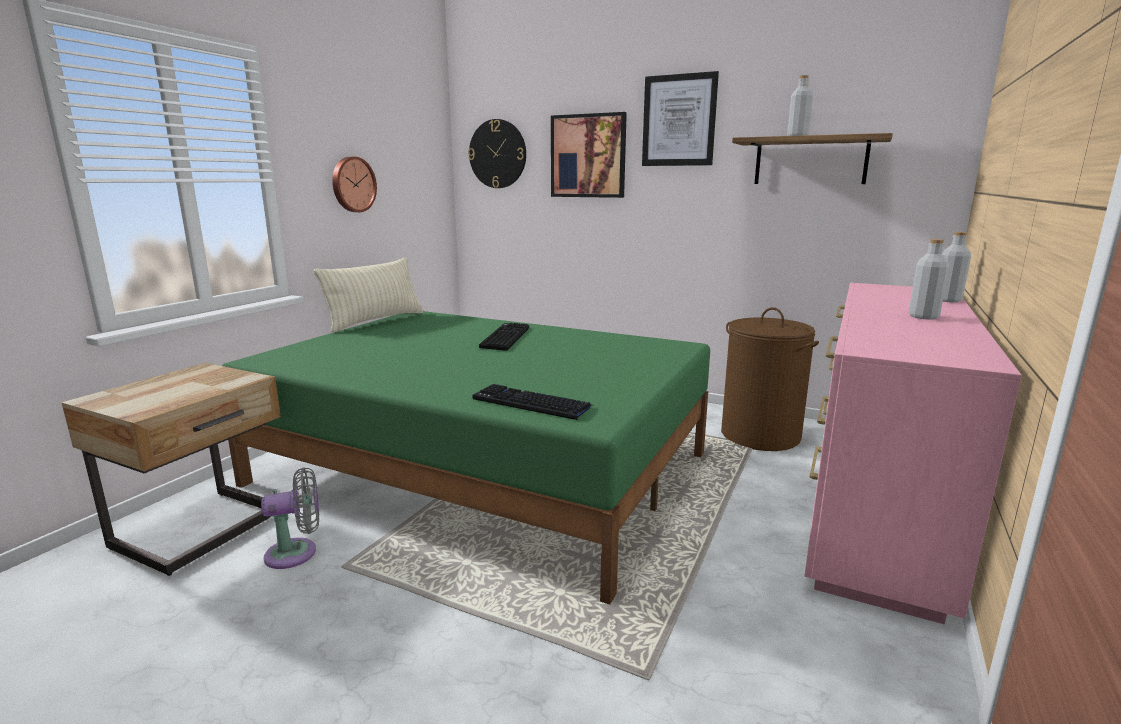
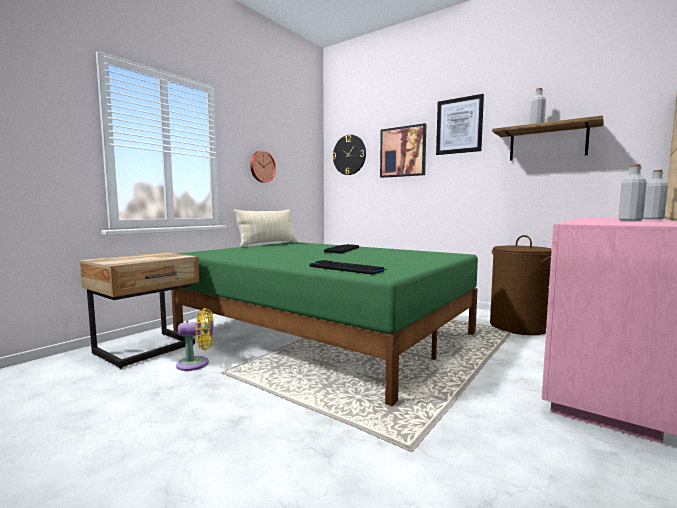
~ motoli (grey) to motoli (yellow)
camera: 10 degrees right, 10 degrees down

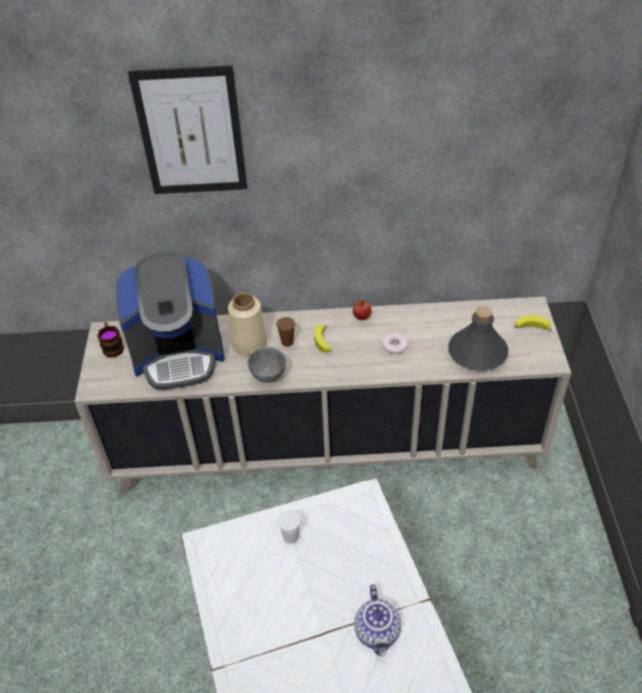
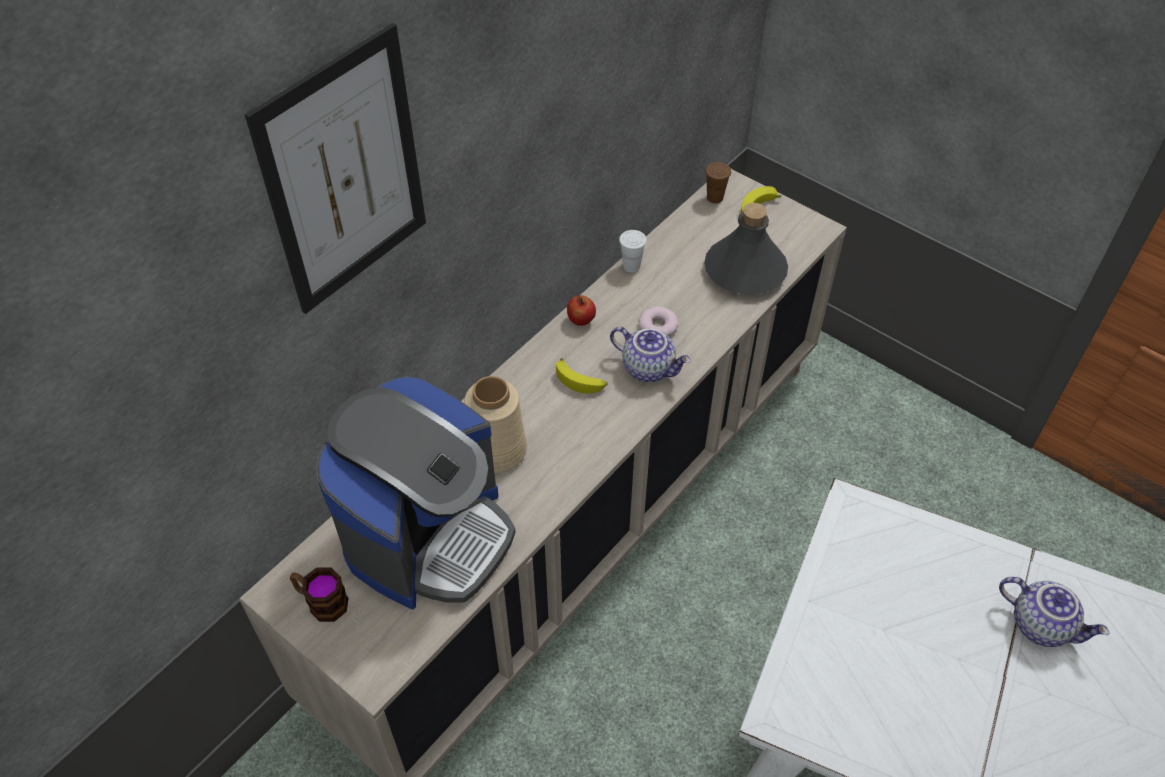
~ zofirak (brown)
- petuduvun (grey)
~ zofirak (white)
+ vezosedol (1st from left)
camera: 50 degrees left, 5 degrees up

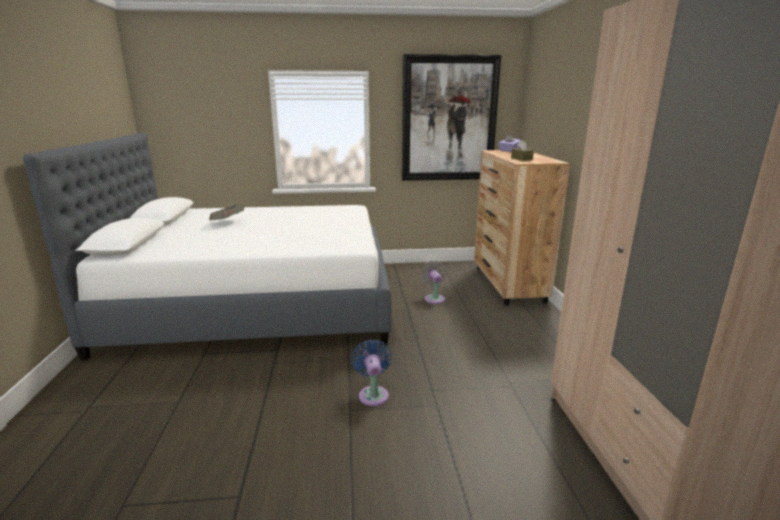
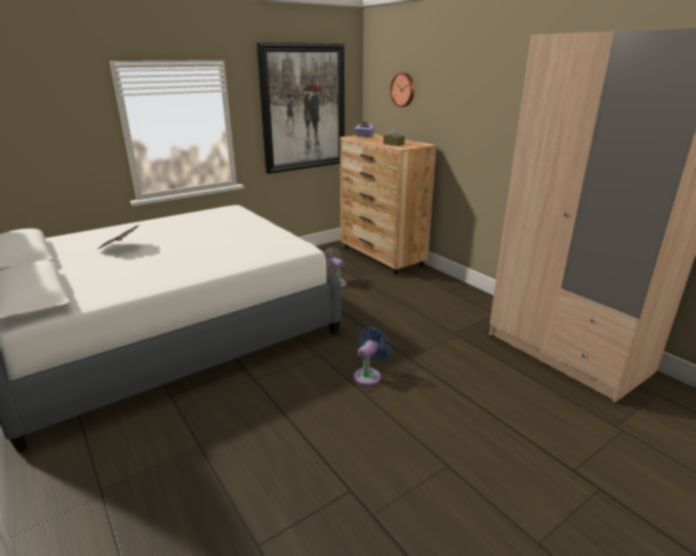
~ motoli (blue) 75 degrees clockwise
+ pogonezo
camera: 30 degrees left, 5 degrees up

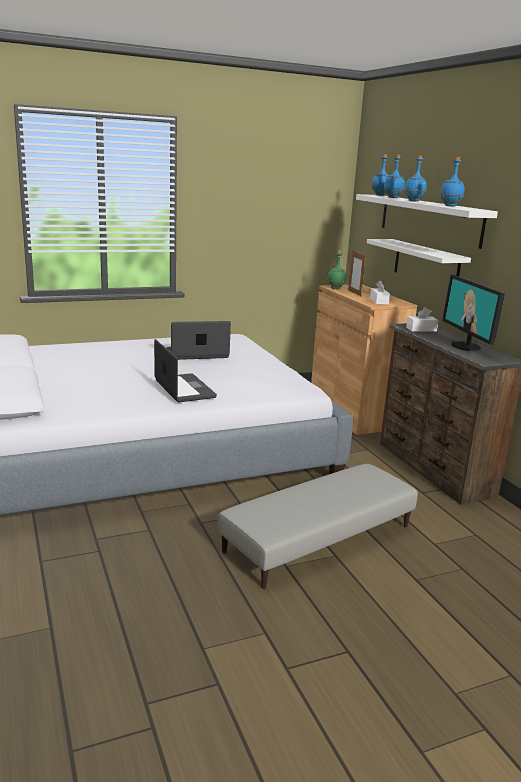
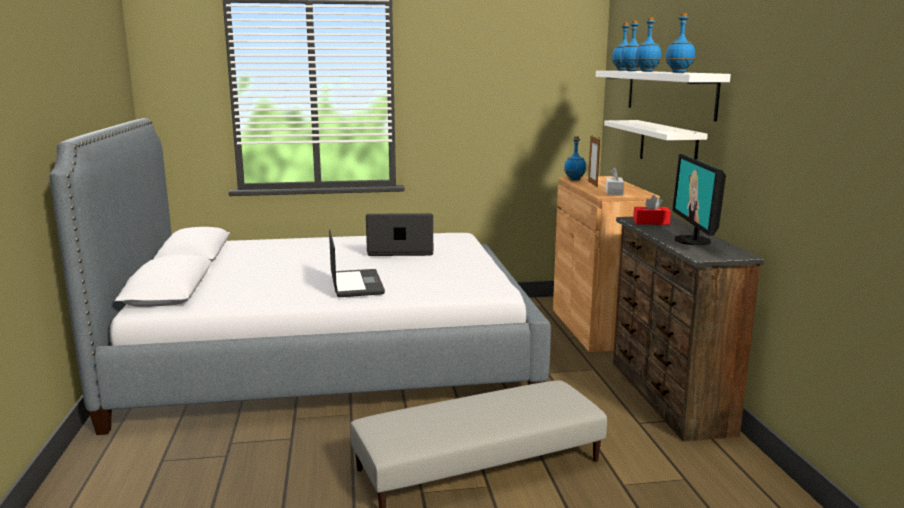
~ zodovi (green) to zodovi (blue) (1st from left)
~ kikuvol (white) (2nd from left) to kikuvol (red)
camera: 15 degrees right, 5 degrees down

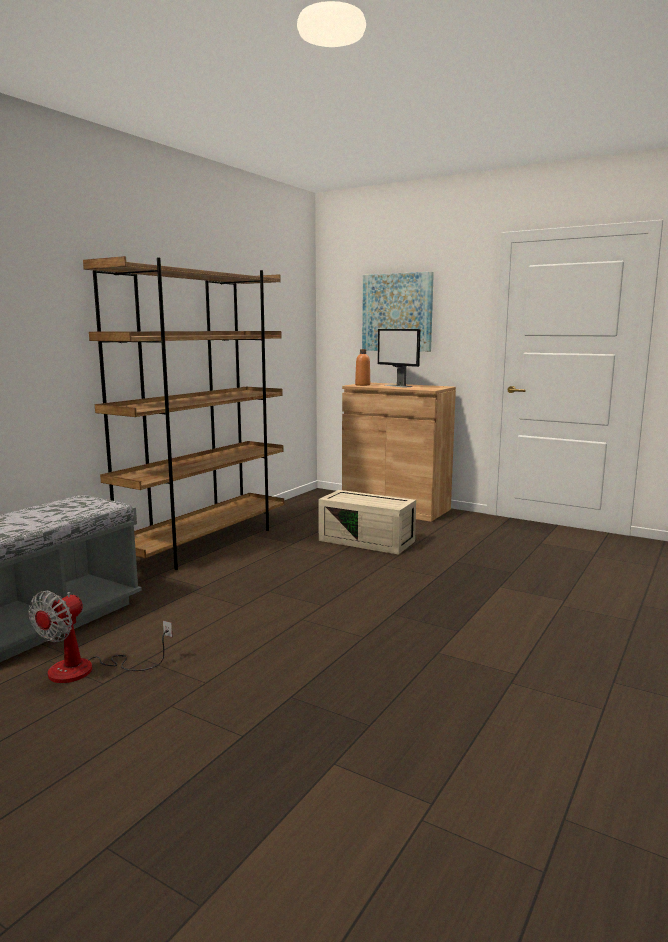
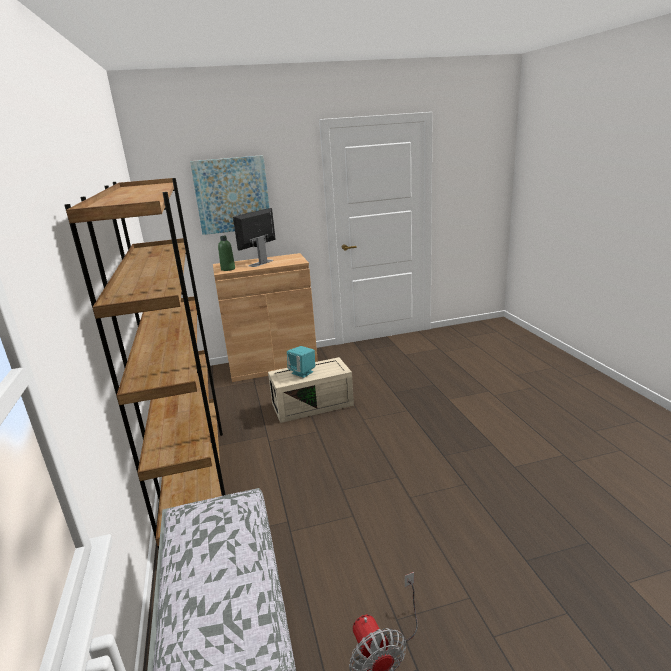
~ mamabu 120 degrees clockwise
~ zodovi (orange) to zodovi (green)
+ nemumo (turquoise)
camera: 45 degrees left, 10 degrees up

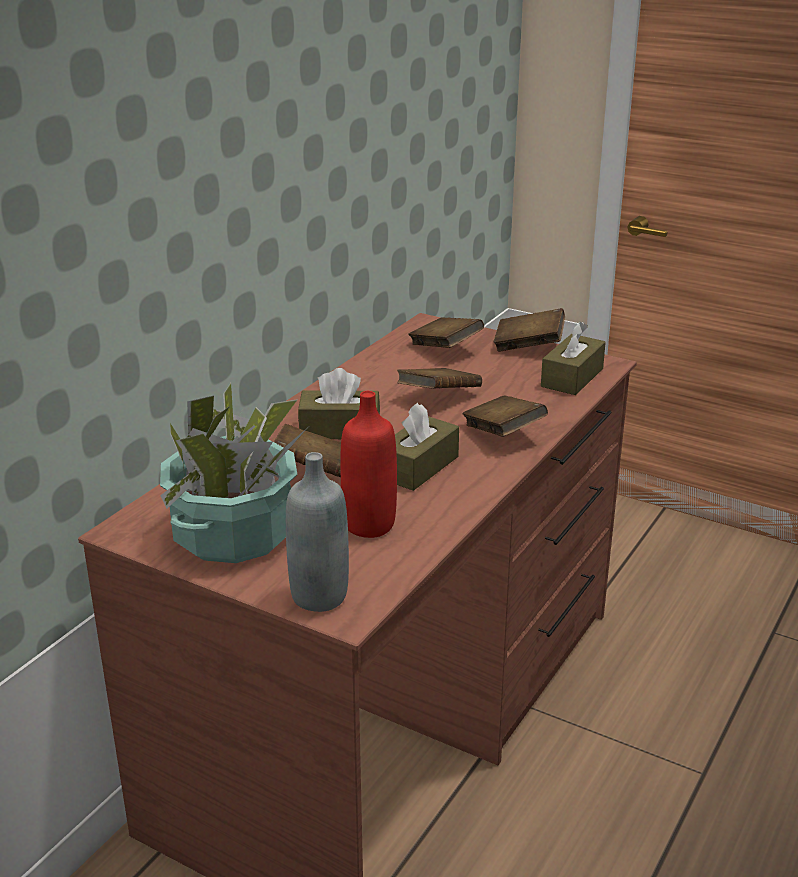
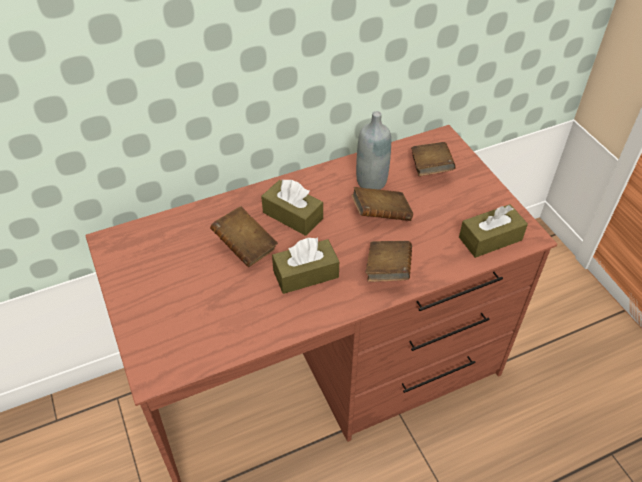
- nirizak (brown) (5th from left)
- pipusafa
- zodovi (red)
~ zodovi (grey)
camera: 35 degrees right, 20 degrees up

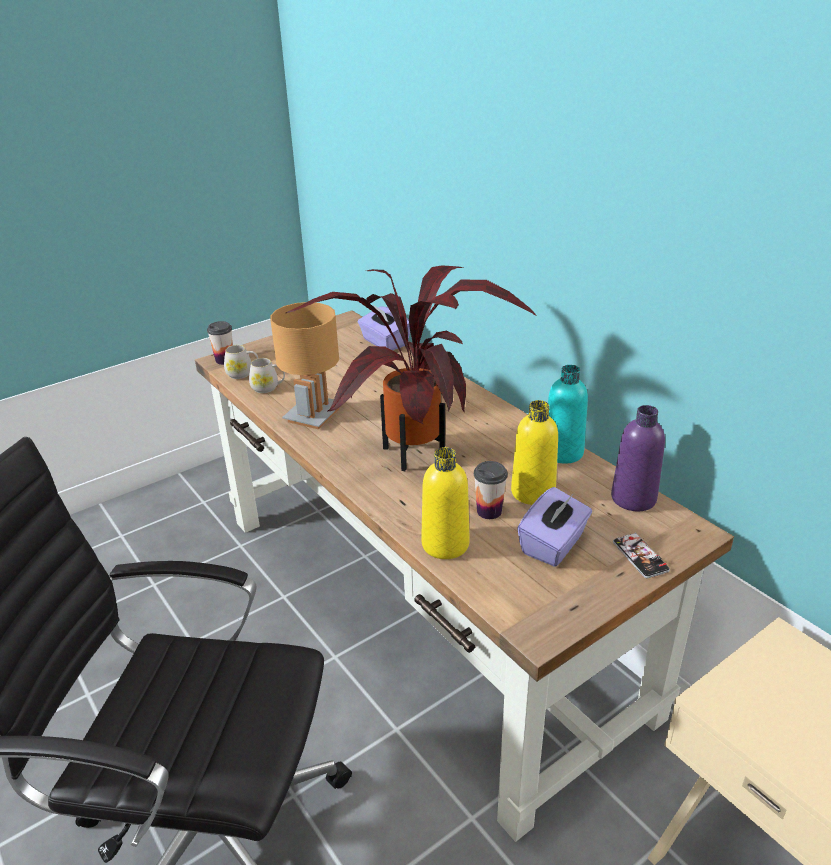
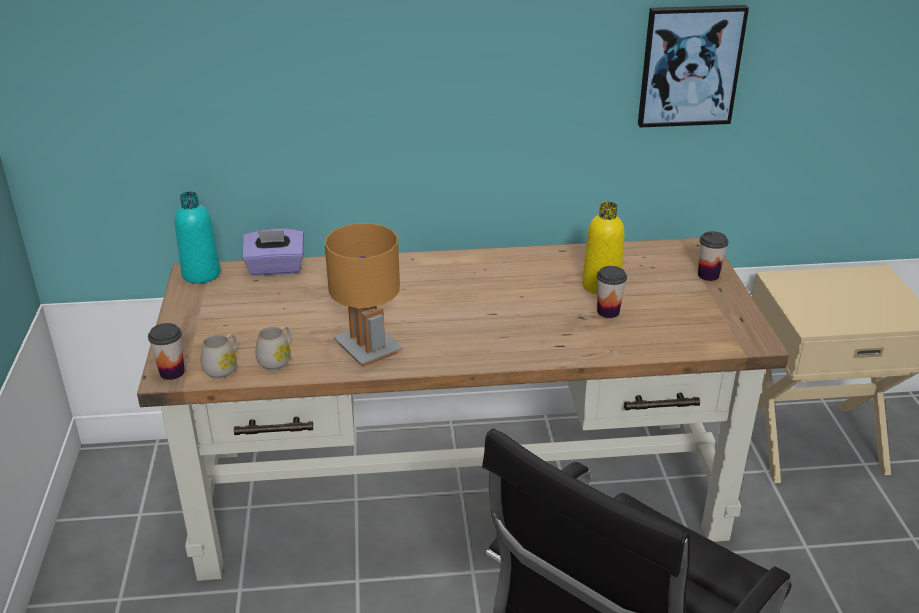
- pipusafa
~ zodovi (turquoise)
- zodovi (purple)
- zodovi (yellow) (1st from left)
- kikuvol (purple) (2nd from left)
~ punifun to zofirak (3rd from left)
+ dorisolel
camera: 60 degrees left, 0 degrees up

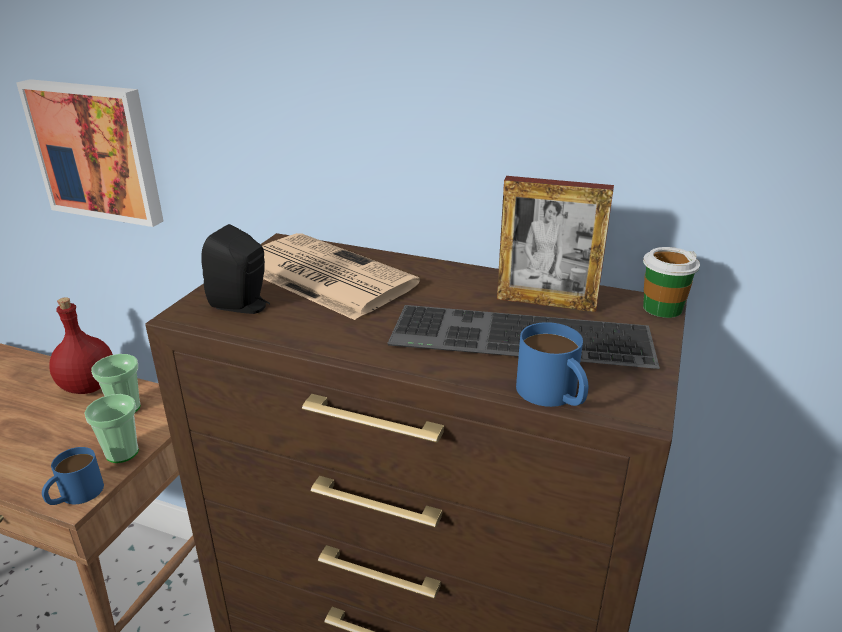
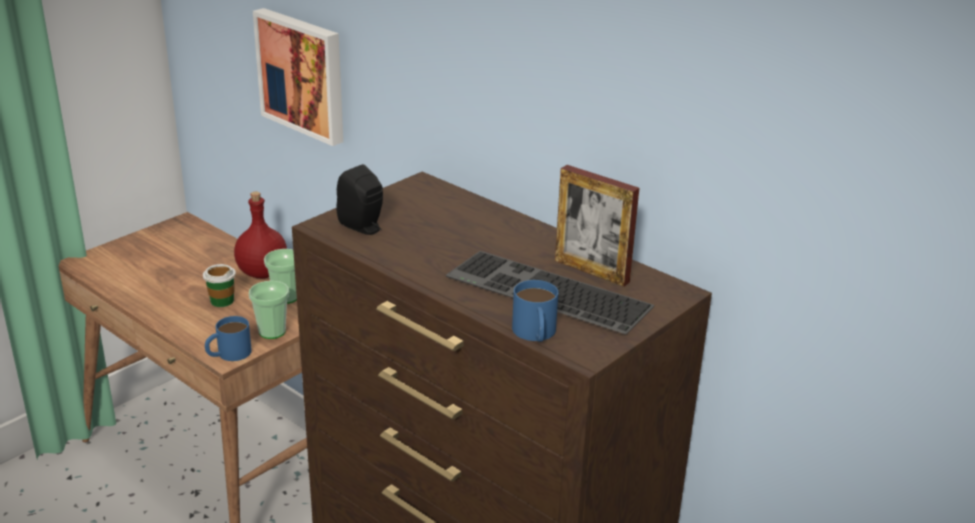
- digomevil
~ zofirak (3rd from left in the first image) to zofirak (1st from left)
camera: 20 degrees right, 0 degrees up

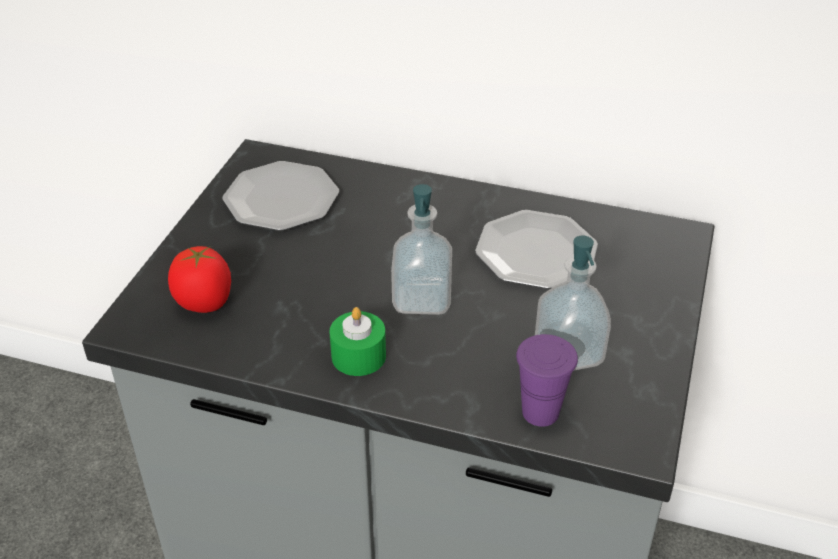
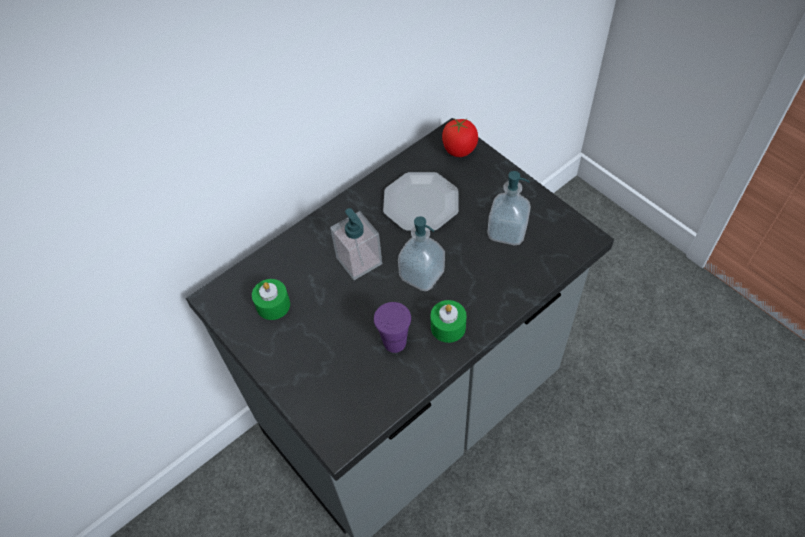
~ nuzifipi (1st from left) to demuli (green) (1st from left)
~ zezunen
~ zofirak (purple)
+ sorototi (1st from left)
camera: 55 degrees left, 15 degrees up

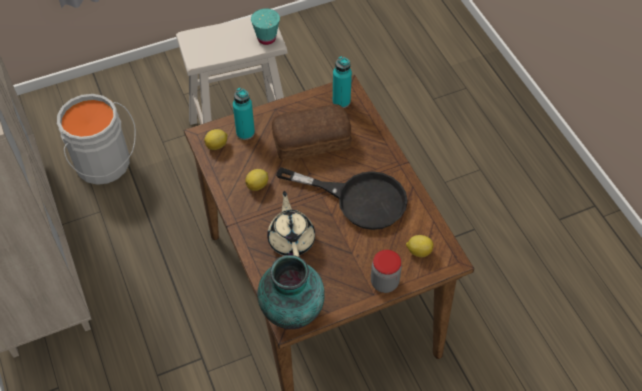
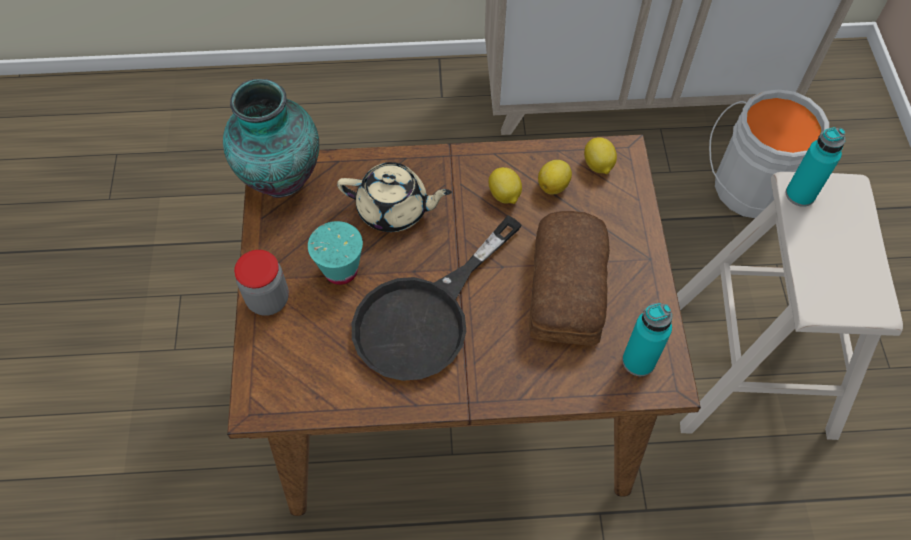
~ zofirak (turquoise)
~ zodovi (turquoise) (1st from left in the first image) to zodovi (turquoise) (2nd from left)
~ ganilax (3rd from left in the first image) to ganilax (2nd from left)
camera: 110 degrees right, 5 degrees up

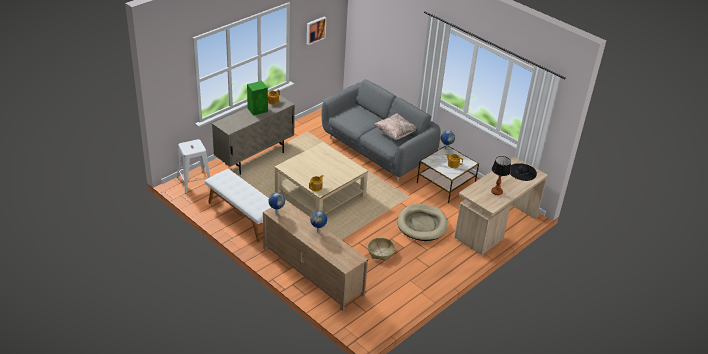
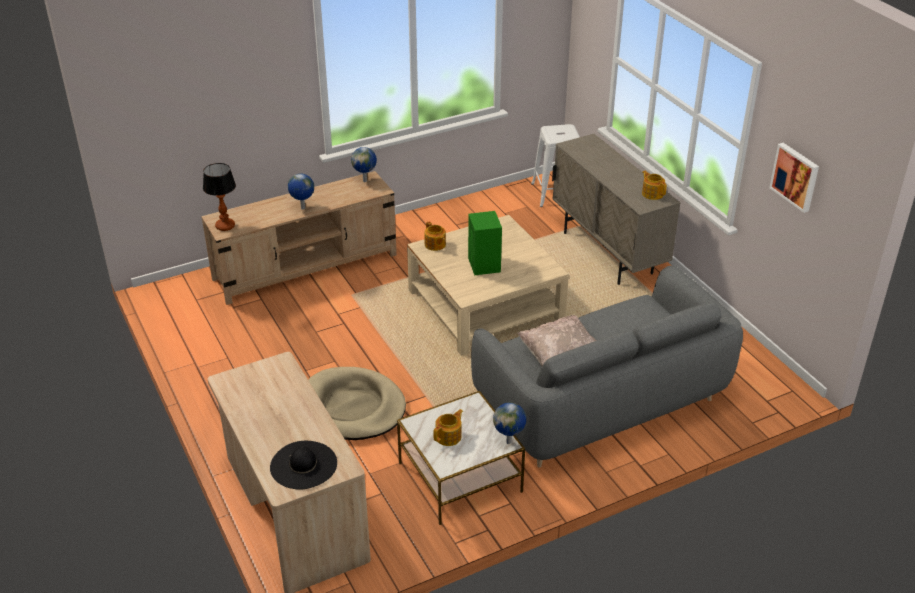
~ nemumo (green)
~ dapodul
- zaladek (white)
- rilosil
camera: 110 degrees right, 0 degrees up

